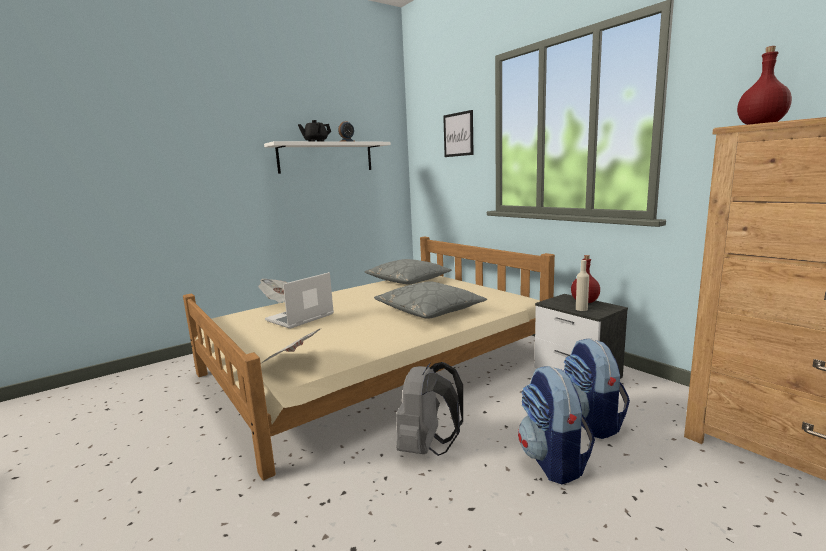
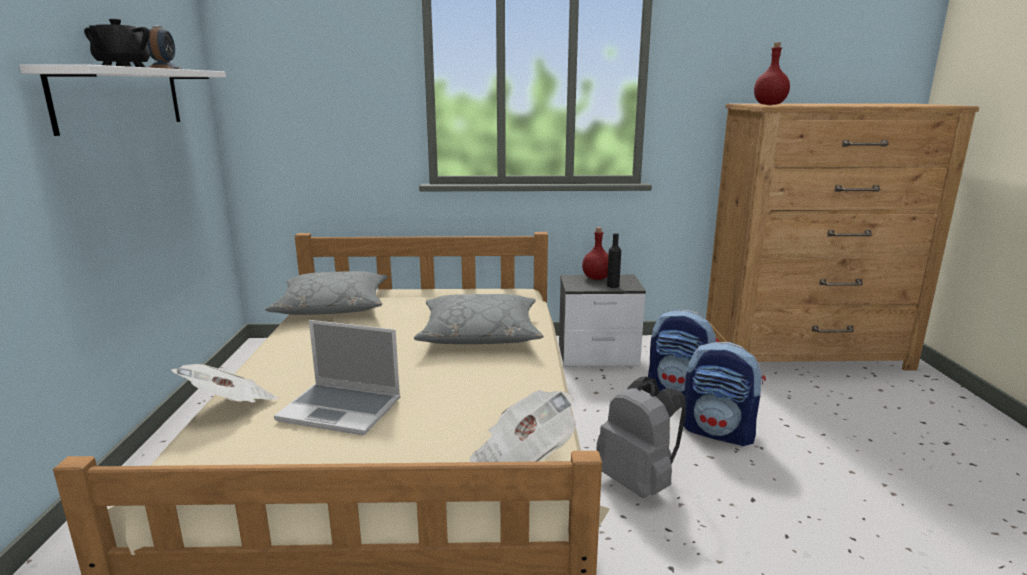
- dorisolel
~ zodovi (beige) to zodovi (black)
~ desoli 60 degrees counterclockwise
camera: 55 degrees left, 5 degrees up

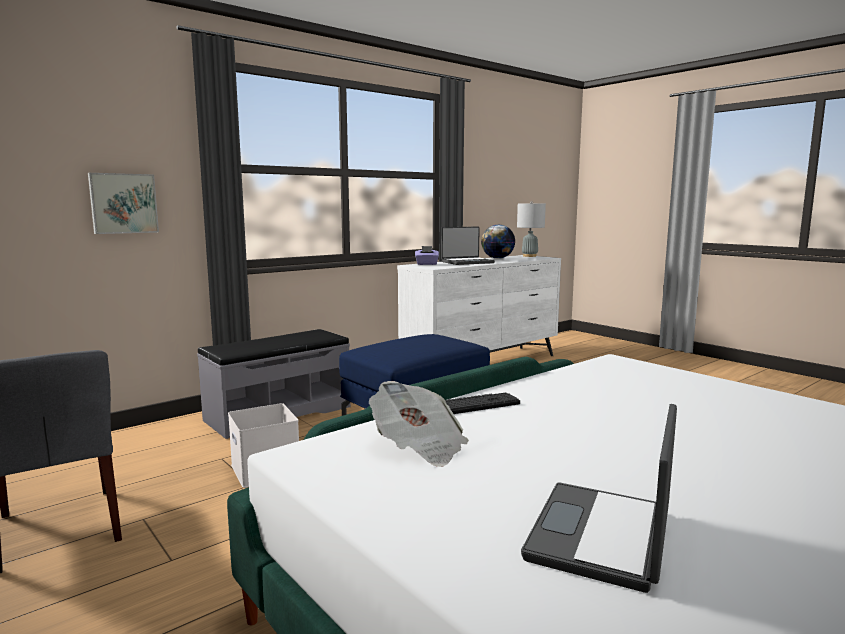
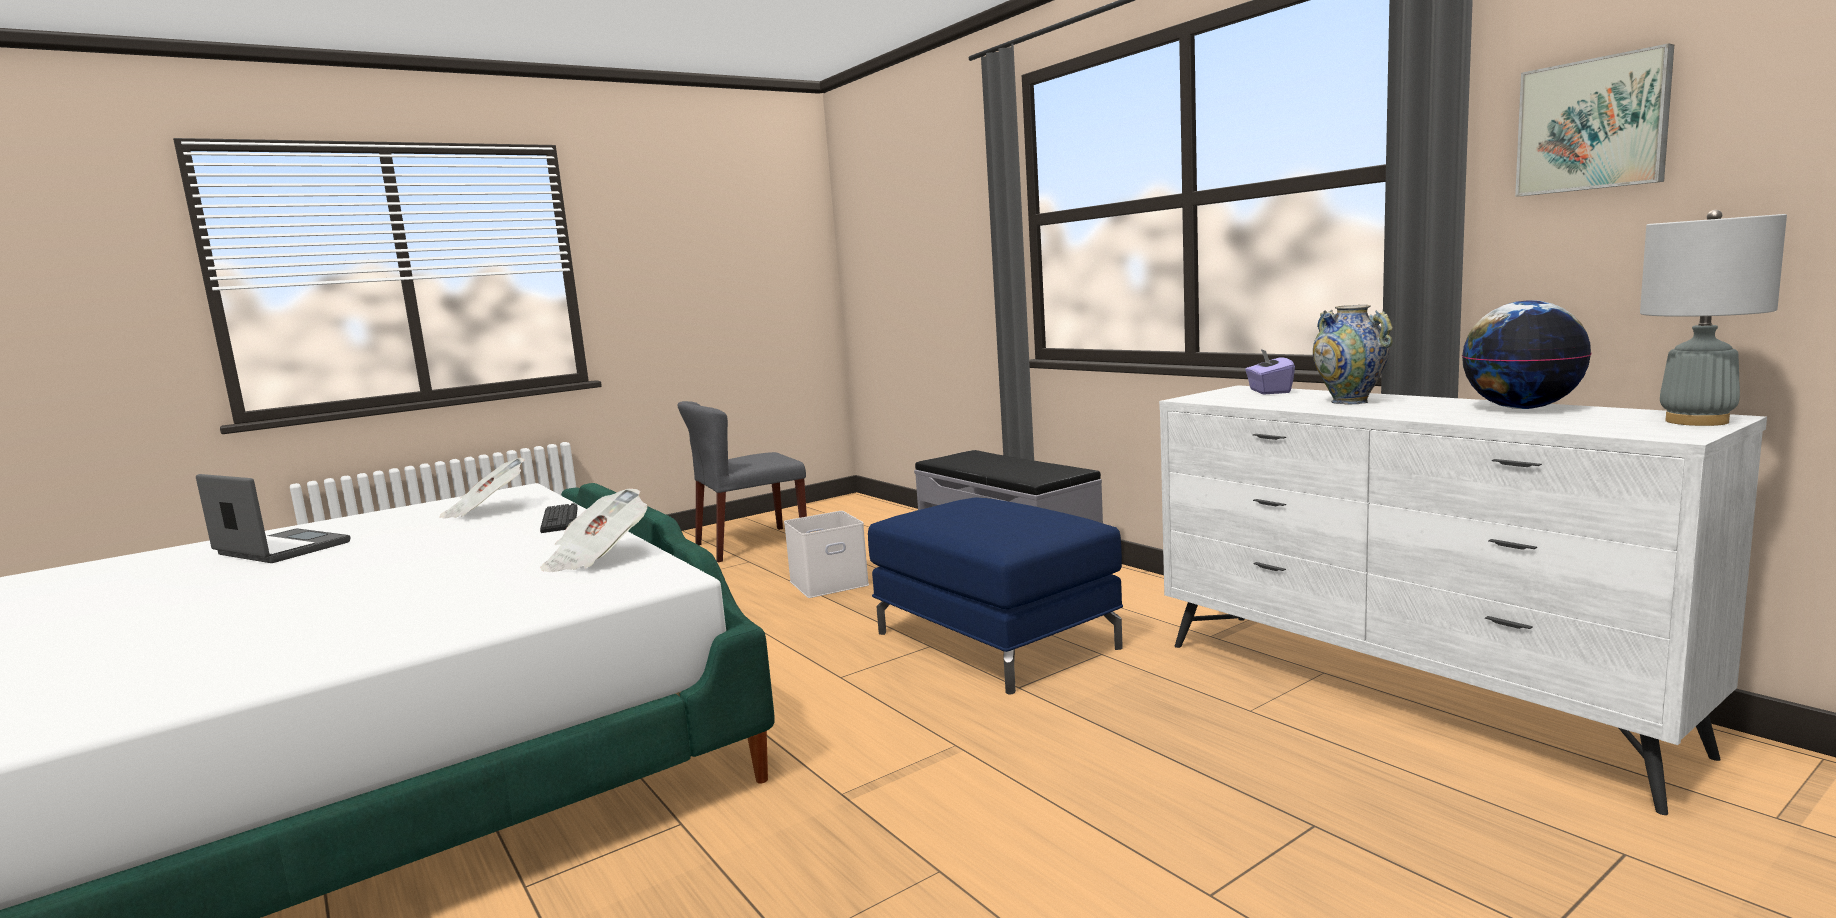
~ dorisolel
~ desoli (1st from left) to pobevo
+ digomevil (2nd from left)
camera: 95 degrees right, 0 degrees up

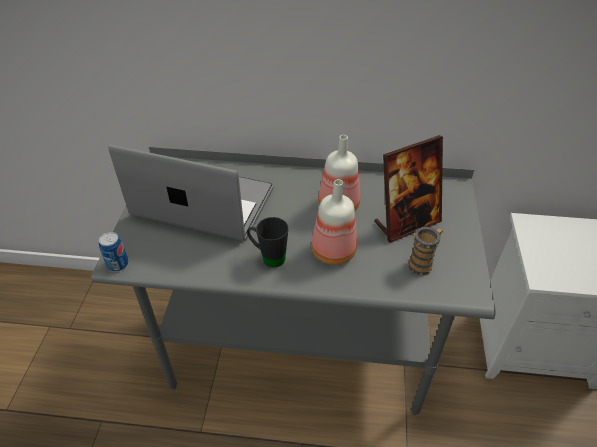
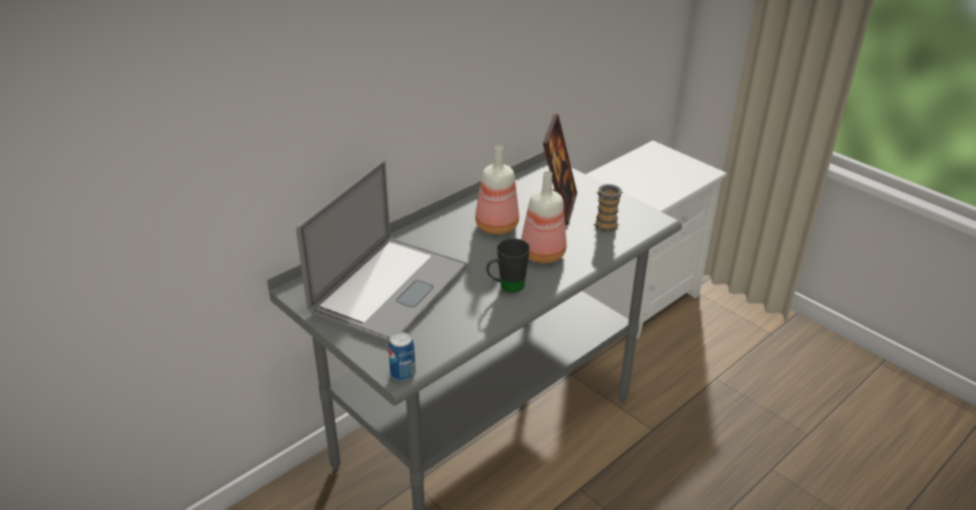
~ desoli 150 degrees clockwise
camera: 50 degrees left, 10 degrees down

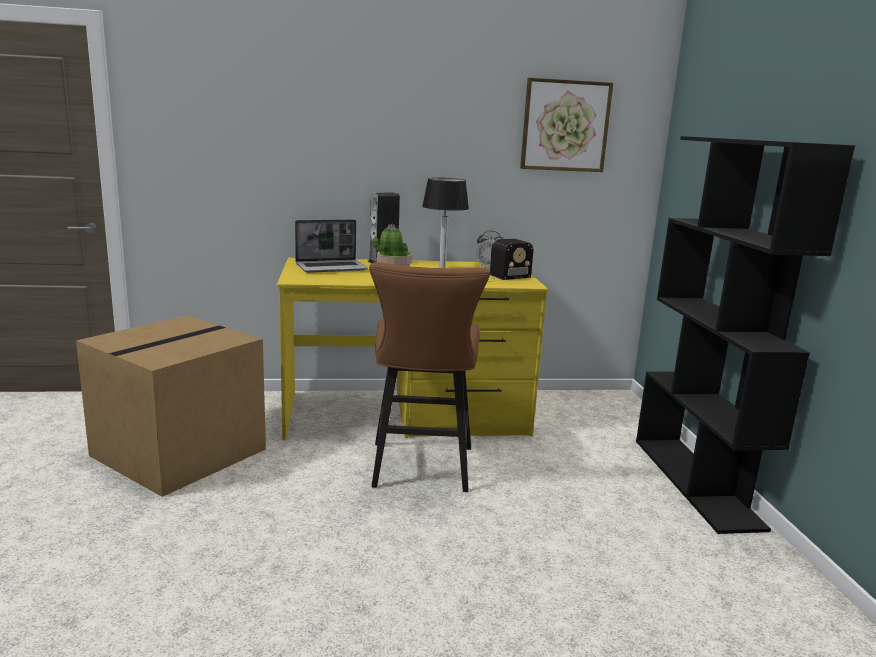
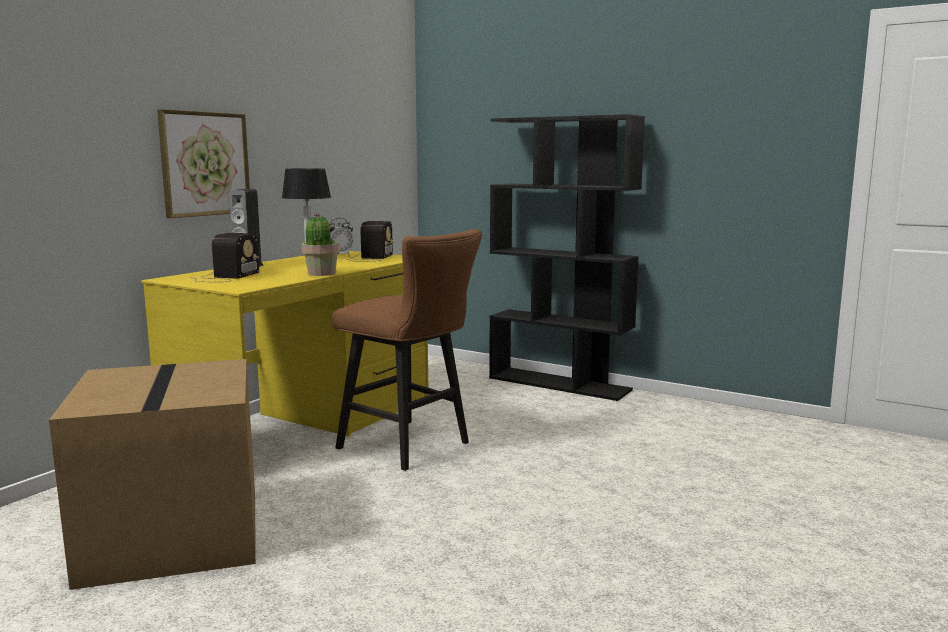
~ dorisolel
~ desoli to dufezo (1st from left)
camera: 50 degrees left, 5 degrees down

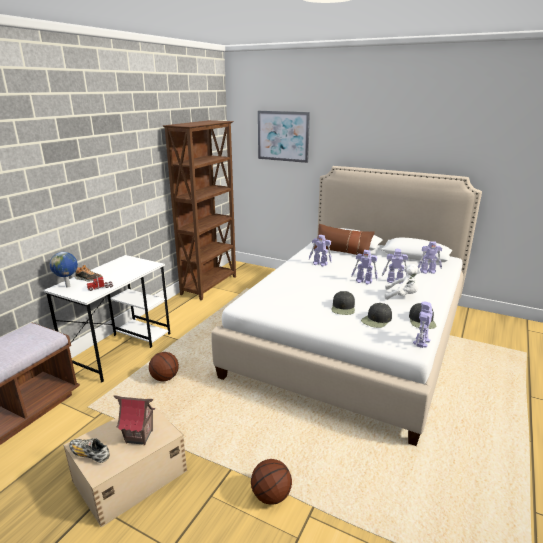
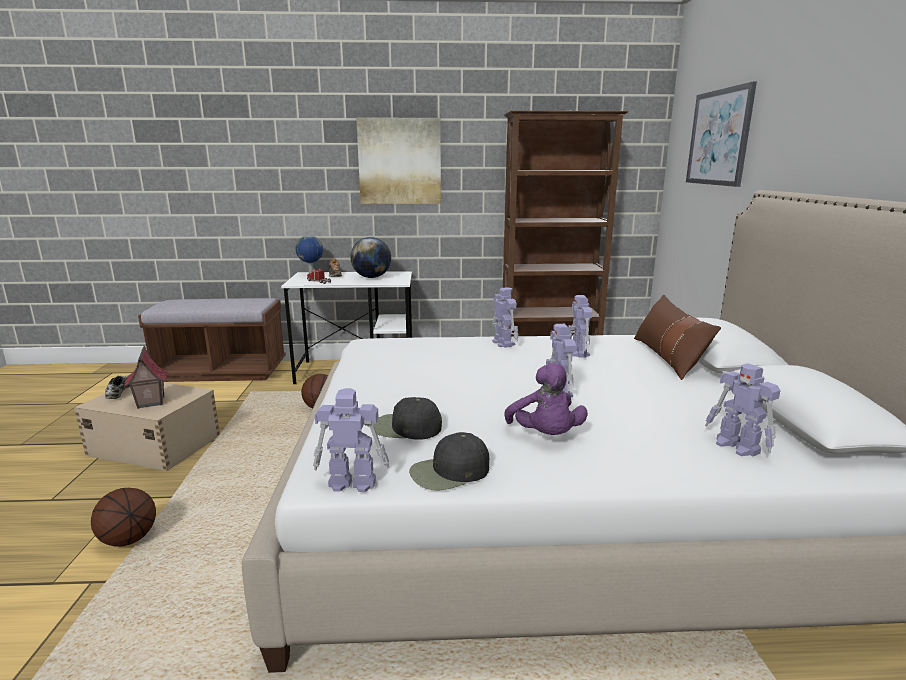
~ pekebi (3rd from left in the first image) to pekebi (2nd from left)
~ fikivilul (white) to fikivilul (purple)
- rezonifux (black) (1st from left)
+ dorisolel (1st from left)
+ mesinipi (2nd from left)
camera: 60 degrees right, 5 degrees down

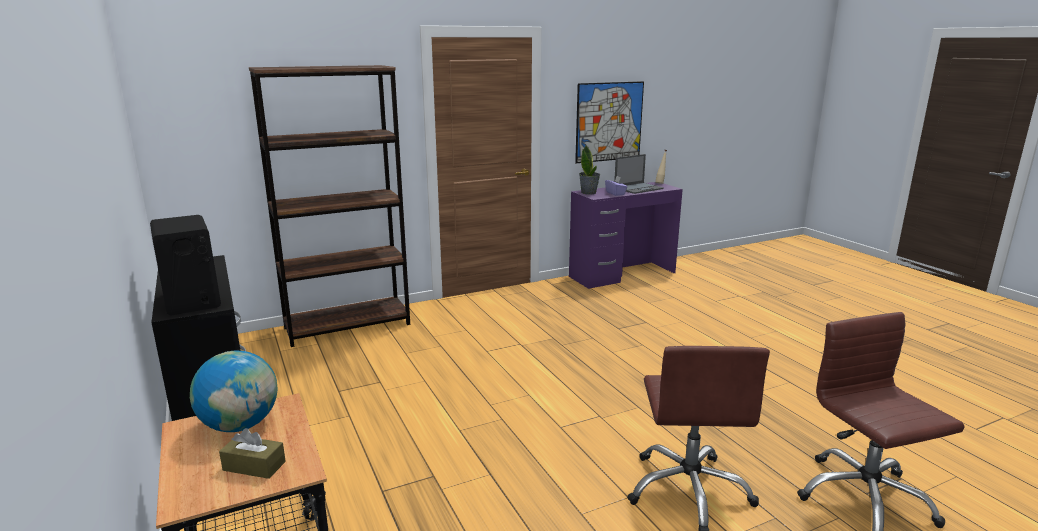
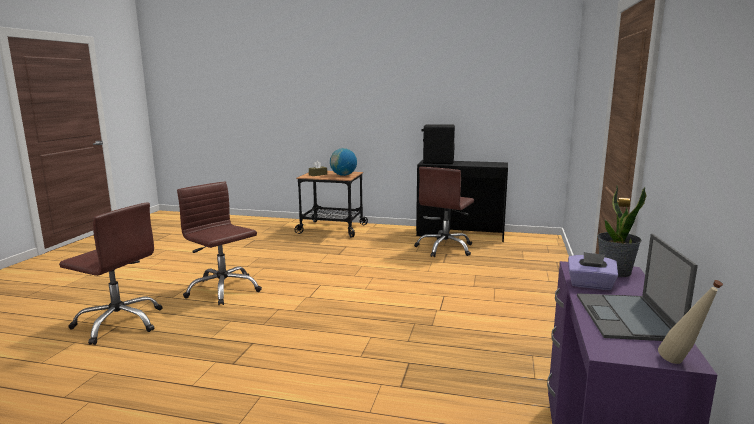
- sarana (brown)
- dorisolel
+ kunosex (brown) (3rd from left)
camera: 130 degrees right, 5 degrees down

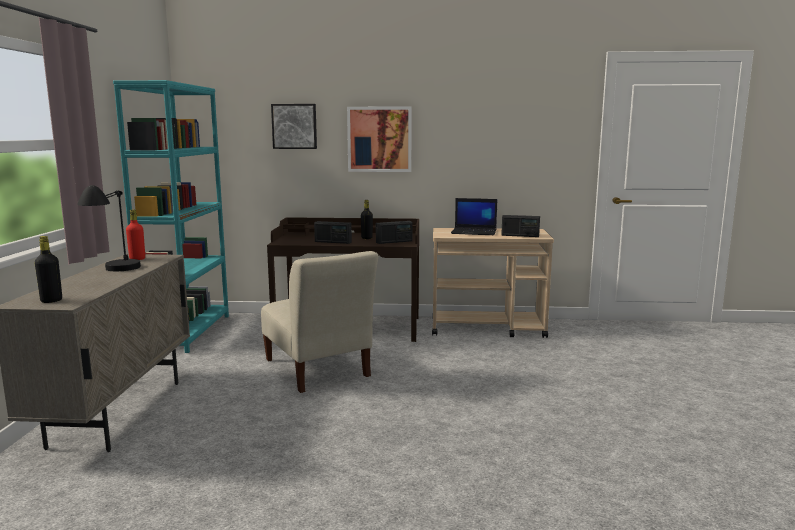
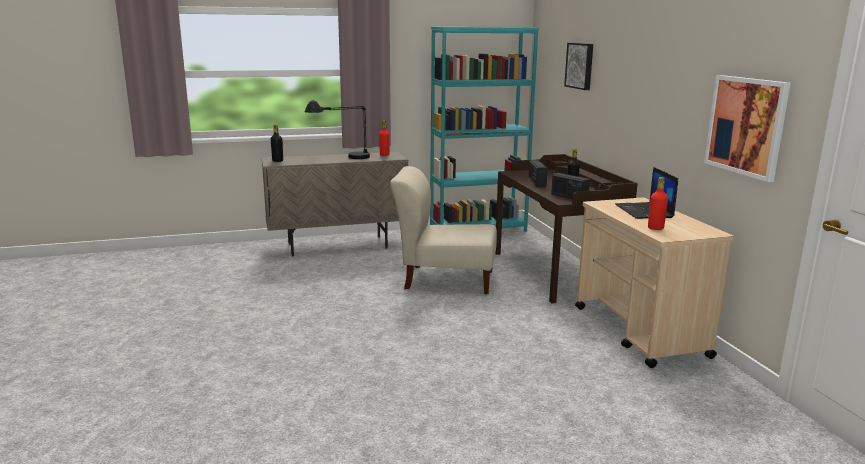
~ dorisolel (2nd from left)
~ dufezo (3rd from left) to zodovi (red) (2nd from left)
~ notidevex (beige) 60 degrees clockwise
camera: 70 degrees right, 5 degrees up

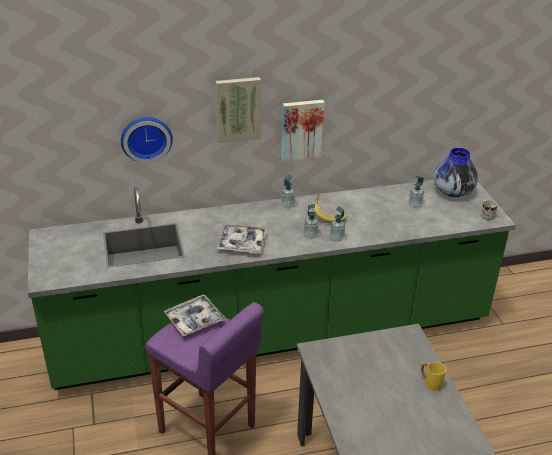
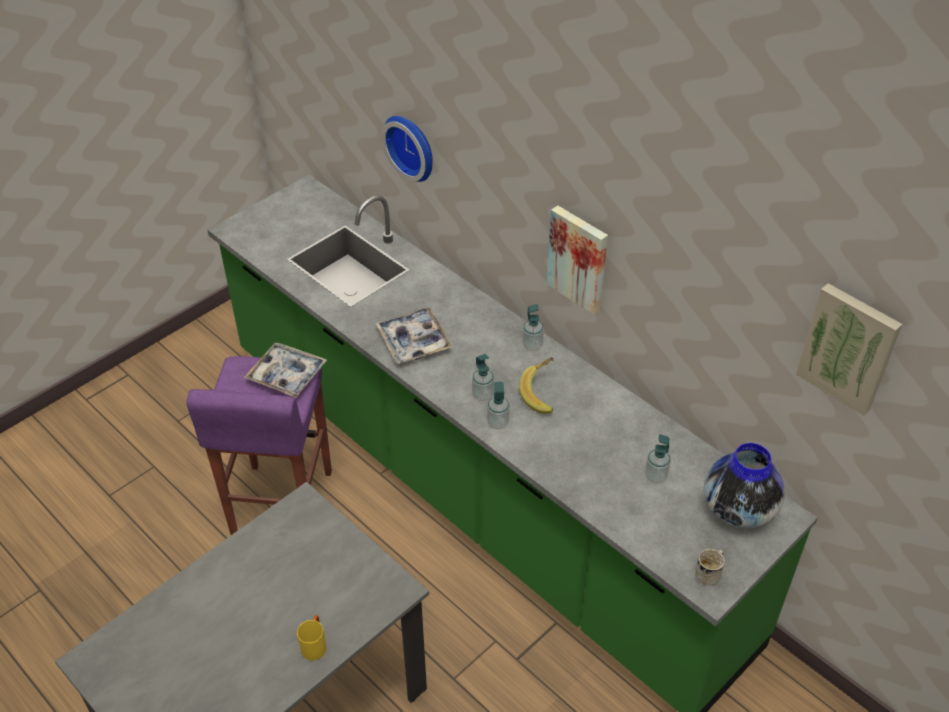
~ dorisolel (1st from left in the first image) to dorisolel (2nd from left)
camera: 60 degrees right, 10 degrees up

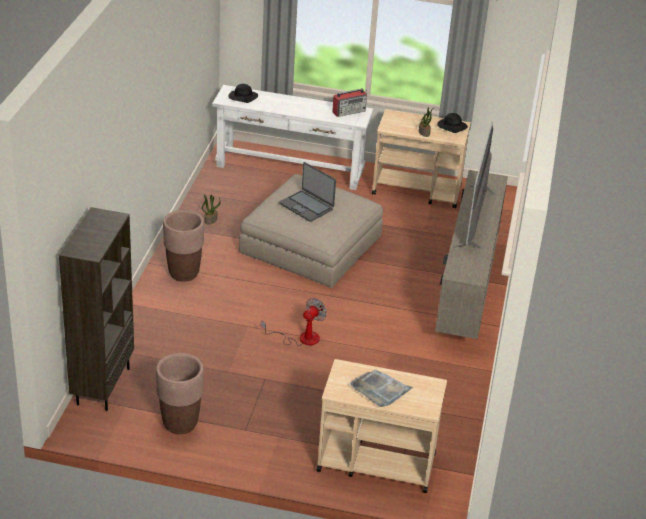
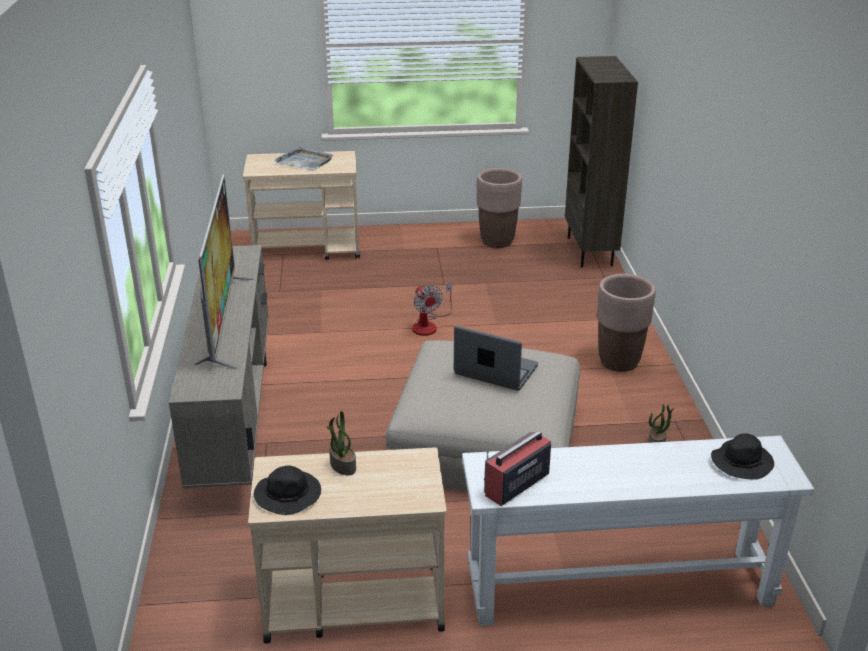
~ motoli 45 degrees counterclockwise
camera: 165 degrees right, 5 degrees down

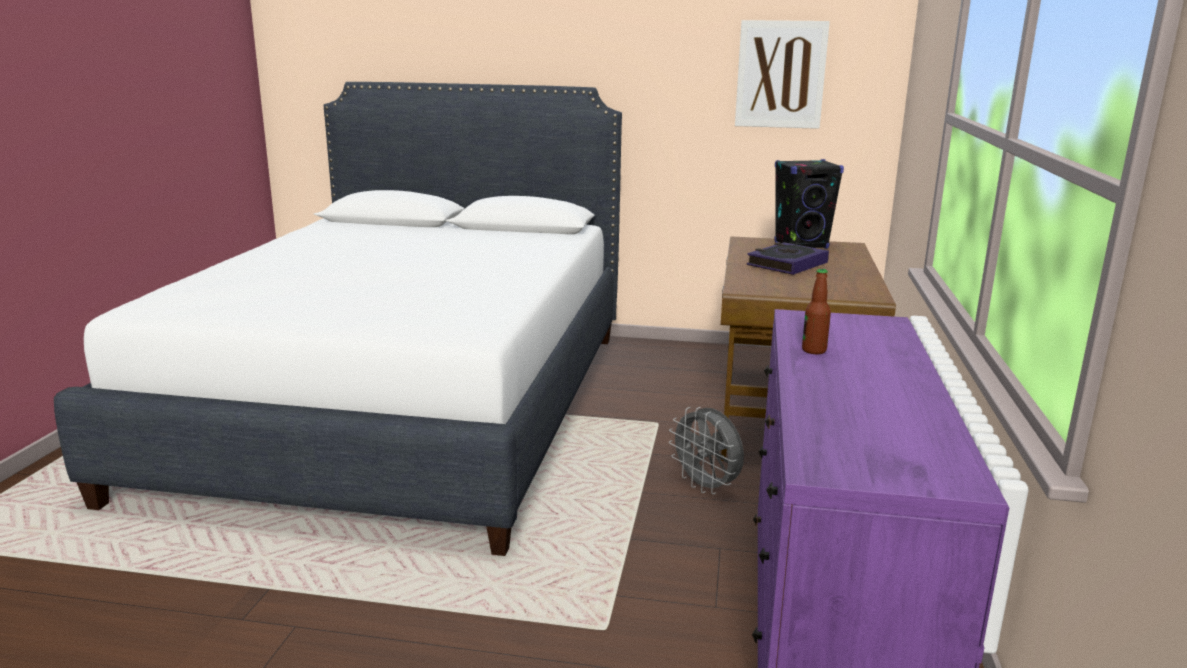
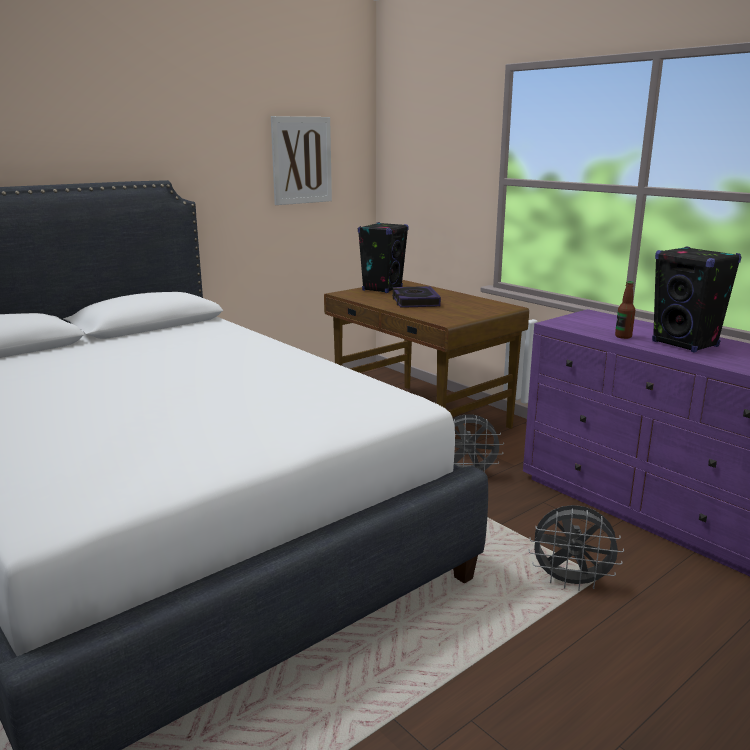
+ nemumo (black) (2nd from left)
+ motoli (grey) (2nd from left)
camera: 50 degrees left, 0 degrees up

